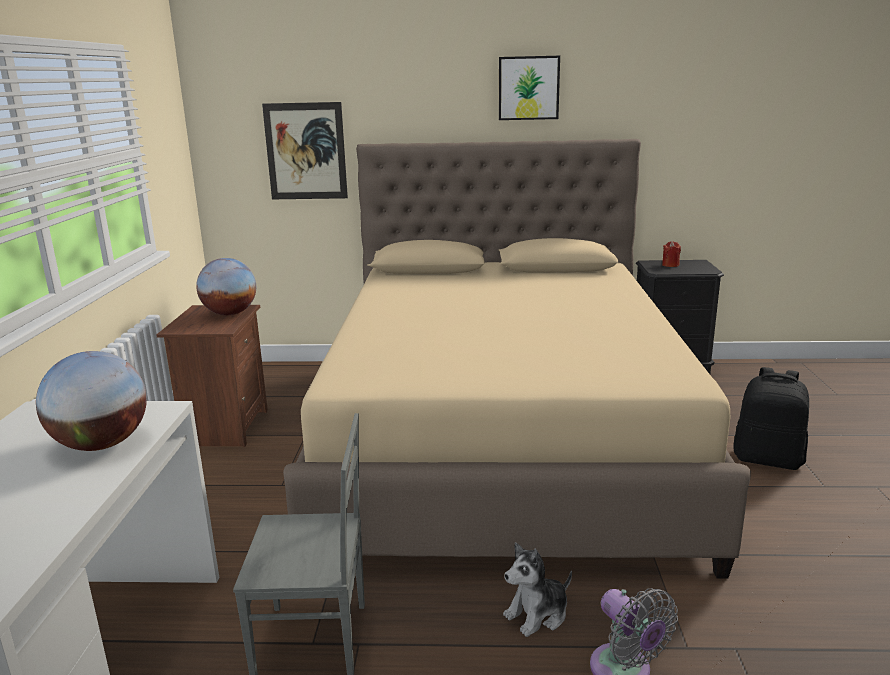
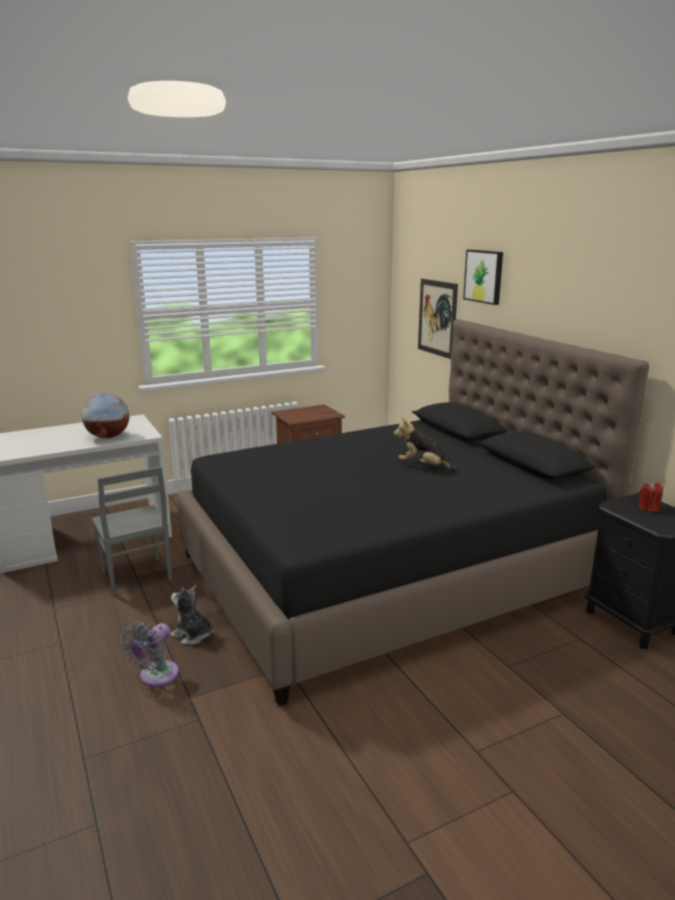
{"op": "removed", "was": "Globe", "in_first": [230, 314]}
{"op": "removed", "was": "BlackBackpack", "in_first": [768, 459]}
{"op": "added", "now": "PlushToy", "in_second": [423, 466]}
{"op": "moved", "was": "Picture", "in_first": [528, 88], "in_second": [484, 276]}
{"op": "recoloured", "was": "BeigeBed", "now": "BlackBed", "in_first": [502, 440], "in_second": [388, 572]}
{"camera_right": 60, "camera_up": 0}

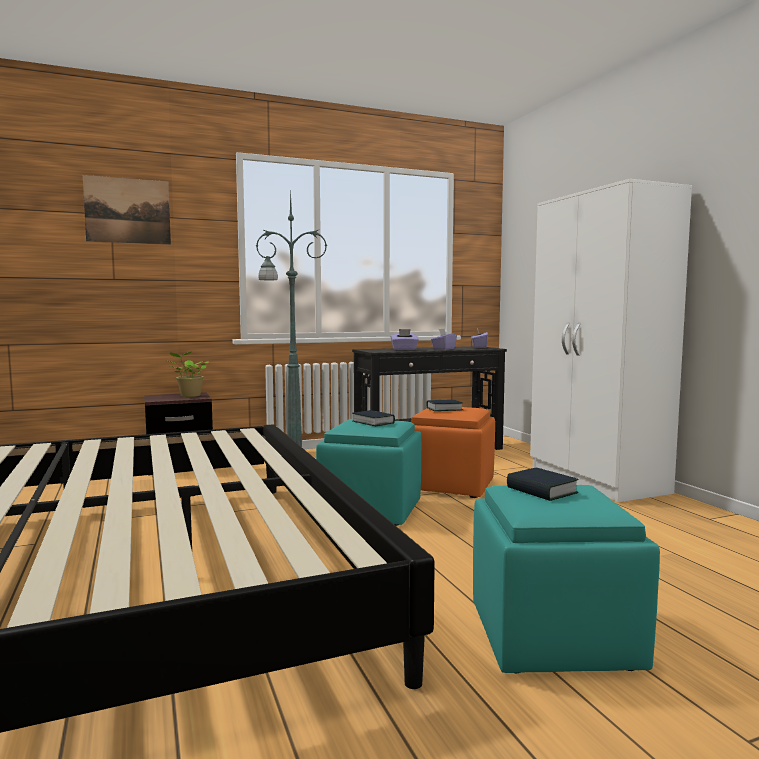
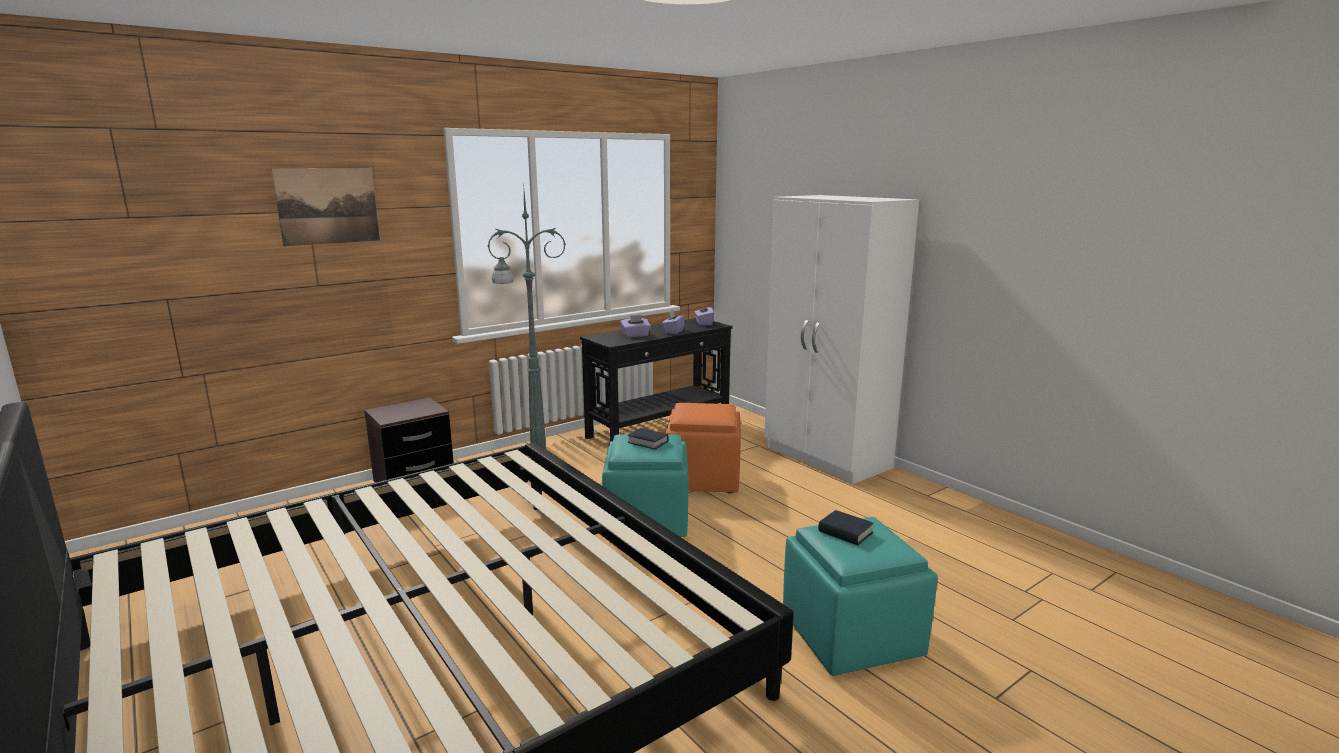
{"op": "removed", "was": "PottedPlant", "in_first": [189, 396]}
{"op": "removed", "was": "Book", "in_first": [444, 409]}
{"camera_right": -15, "camera_up": 10}

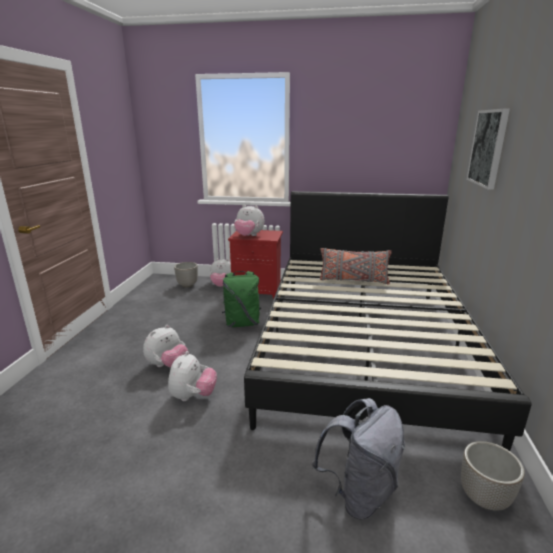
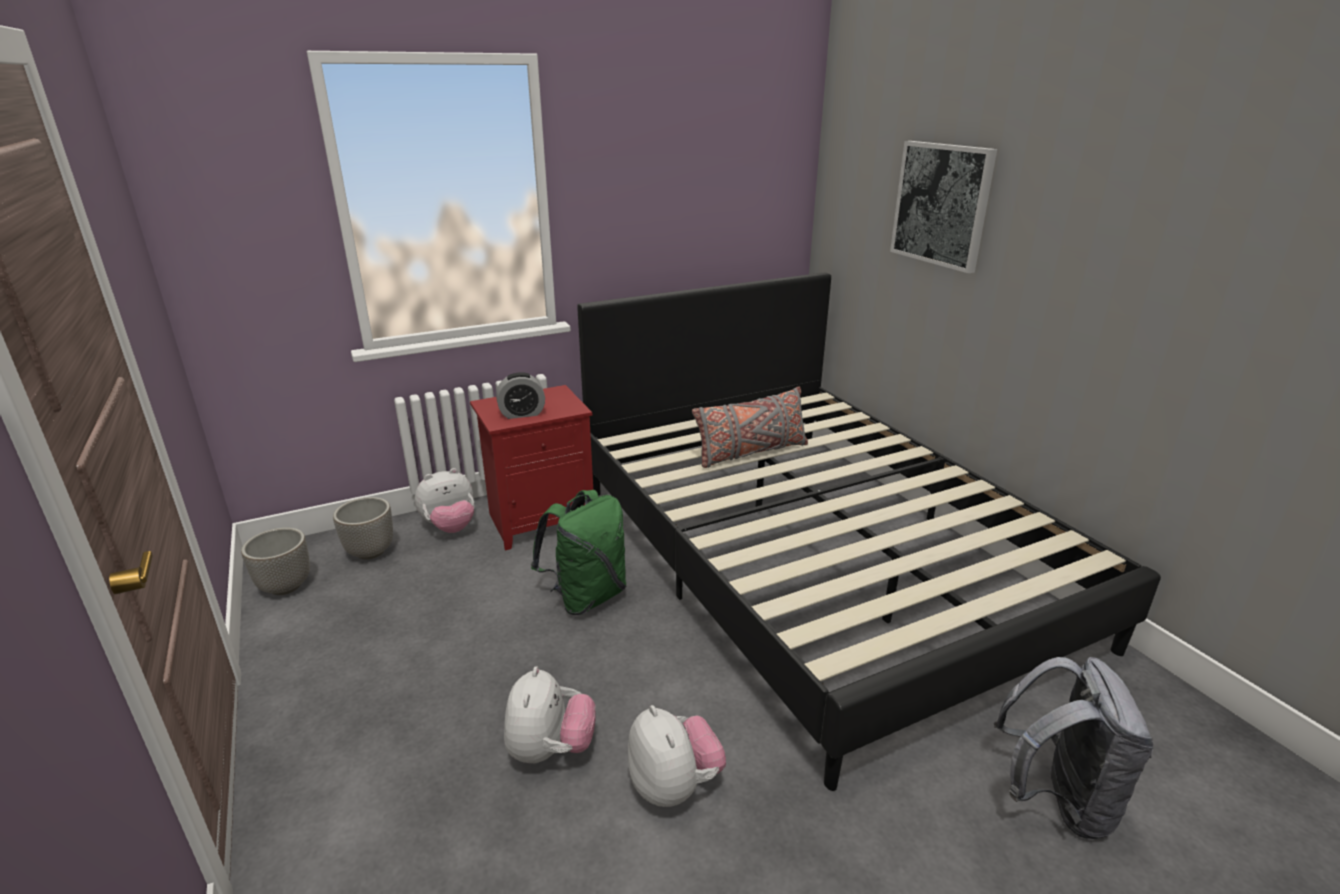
{"op": "moved", "was": "Planter", "in_first": [484, 498], "in_second": [285, 587]}
{"op": "replaced", "was": "PlushToy", "now": "AlarmClock", "in_first": [249, 236], "in_second": [522, 414]}
{"camera_right": -35, "camera_up": 5}

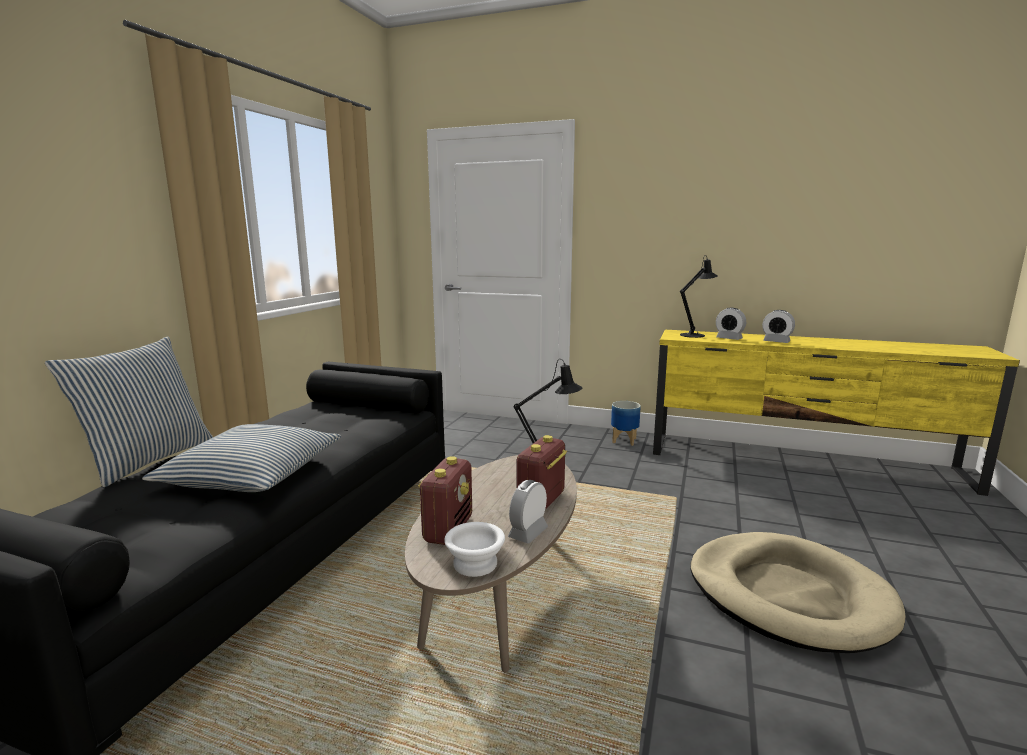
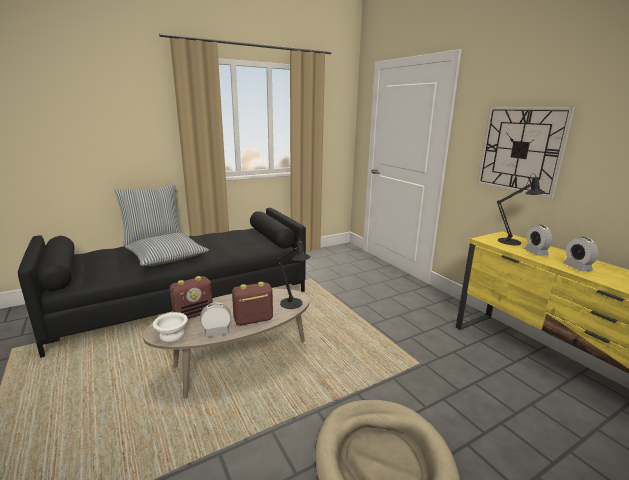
{"op": "removed", "was": "Planter", "in_first": [623, 440]}
{"op": "added", "now": "WallClock", "in_second": [520, 149]}
{"camera_right": 40, "camera_up": 5}

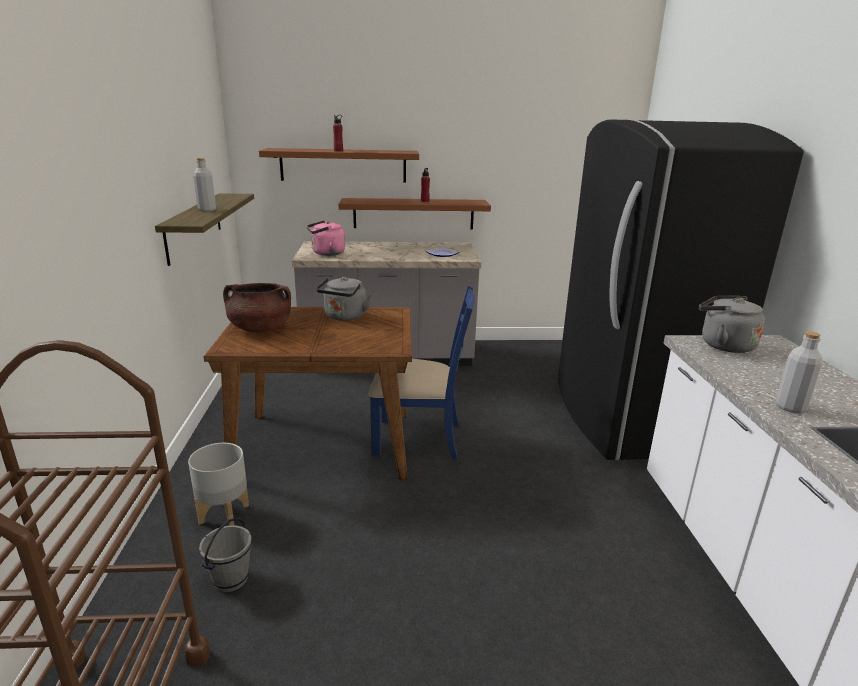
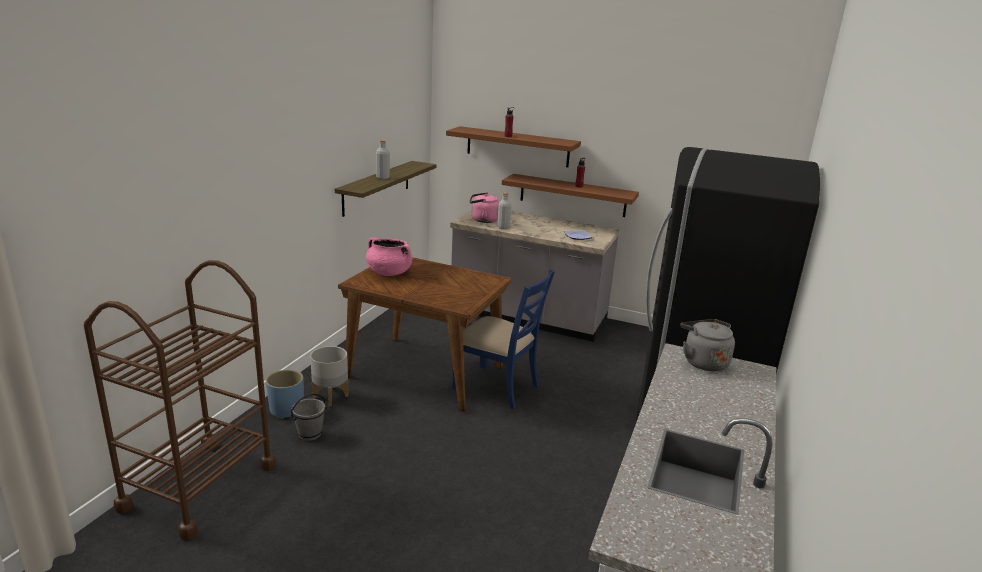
{"op": "removed", "was": "GreyKettle", "in_first": [344, 317]}
{"op": "added", "now": "BluePlanter", "in_second": [286, 410]}
{"op": "moved", "was": "GreyBottle", "in_first": [790, 407], "in_second": [503, 227]}
{"op": "recoloured", "was": "BrownCookingPot", "now": "PinkCookingPot", "in_first": [260, 329], "in_second": [388, 273]}
{"camera_right": 25, "camera_up": 0}

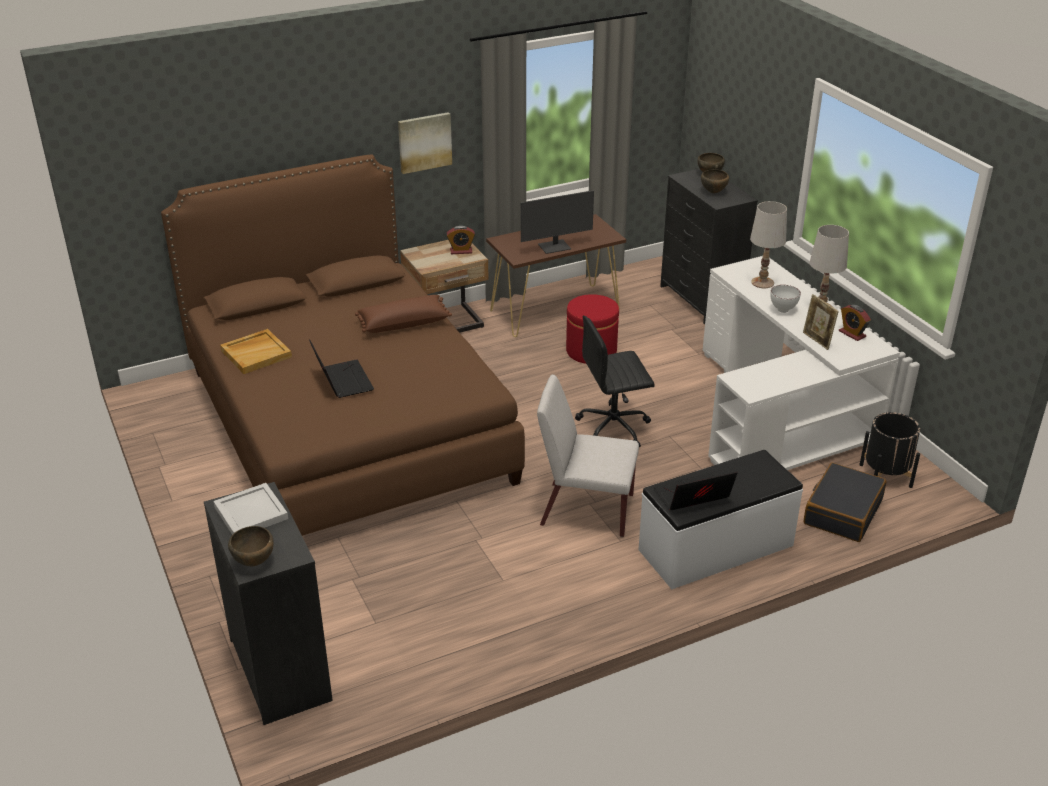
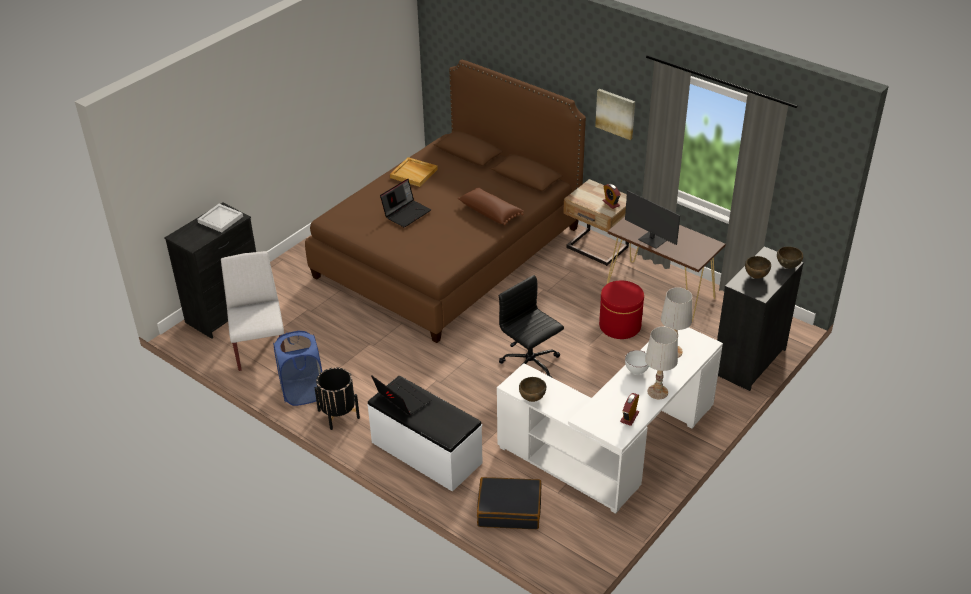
{"op": "removed", "was": "PictureFrame", "in_first": [817, 341]}
{"op": "added", "now": "BlueLaundryBasket", "in_second": [302, 392]}
{"op": "moved", "was": "BrownBowl", "in_first": [254, 562], "in_second": [532, 399]}
{"op": "moved", "was": "WhiteChair", "in_first": [585, 509], "in_second": [260, 347]}
{"op": "moved", "was": "BlackPlanter", "in_first": [885, 475], "in_second": [338, 414]}
{"camera_right": 65, "camera_up": 5}

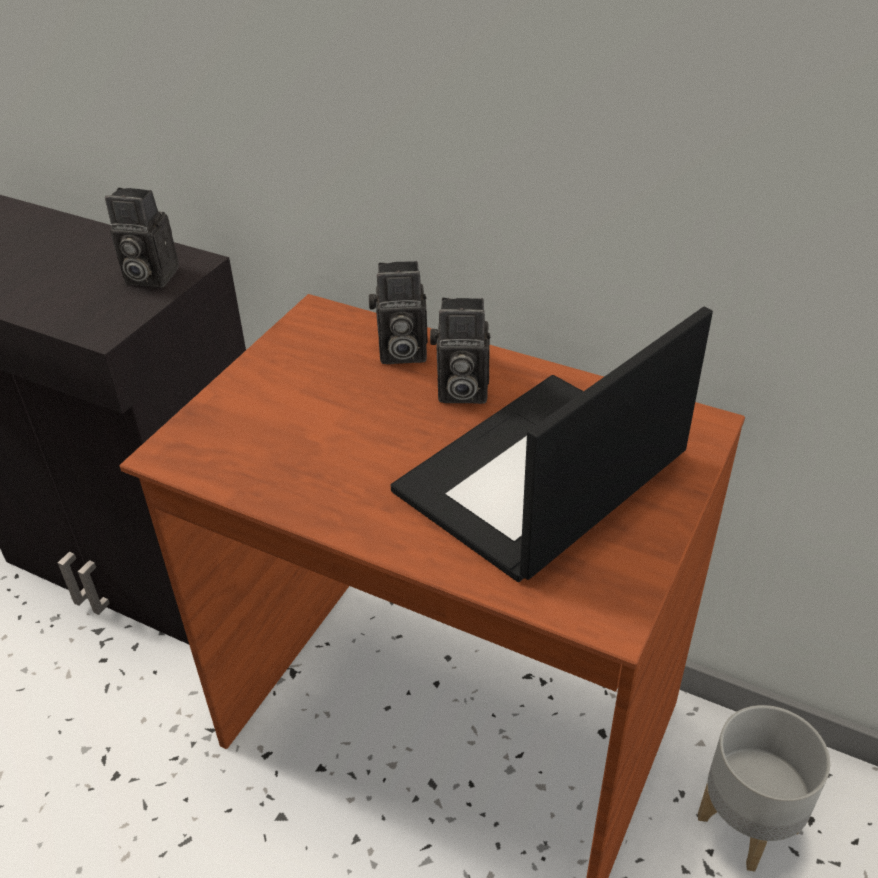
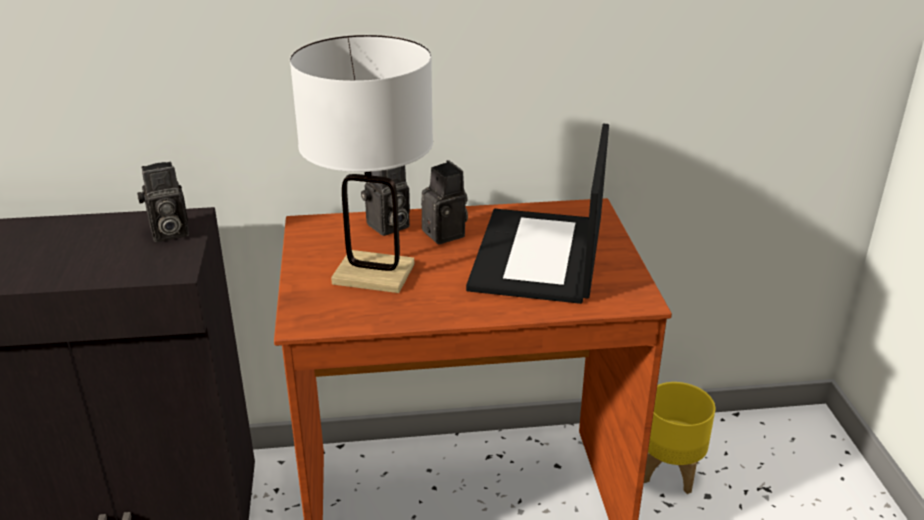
{"op": "added", "now": "WhiteTableLamp", "in_second": [374, 274]}
{"op": "recoloured", "was": "GreyPlanter", "now": "YellowPlanter", "in_first": [748, 822], "in_second": [669, 471]}
{"op": "turned", "was": "PhotoCamera", "in_first": [459, 391], "in_second": [447, 234], "clockwise": -90}
{"camera_right": -35, "camera_up": -10}

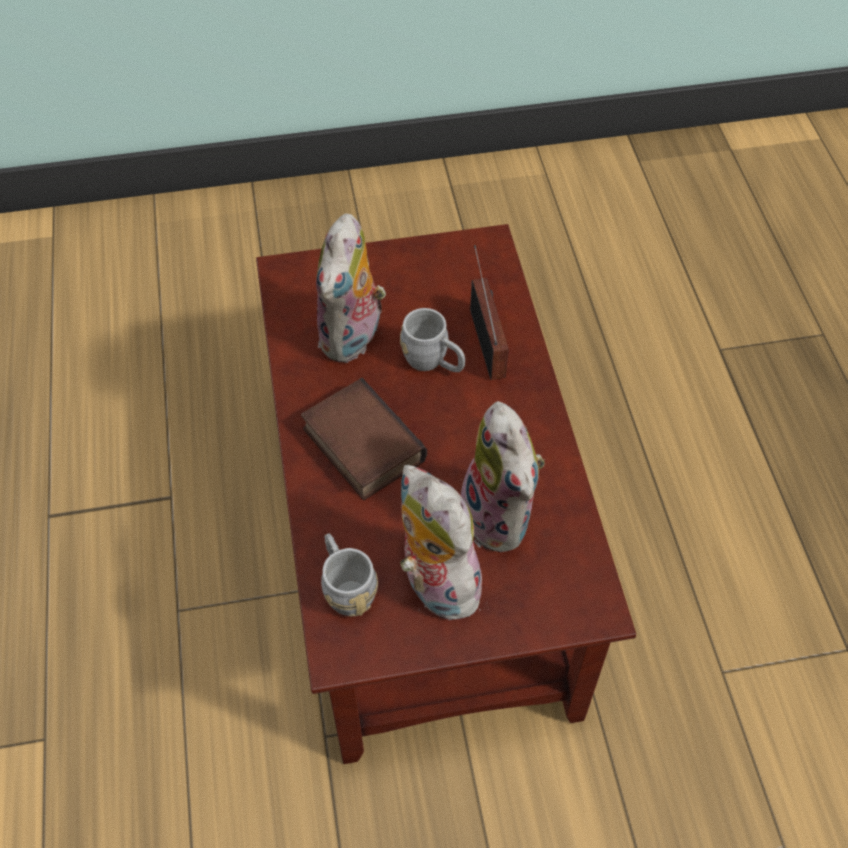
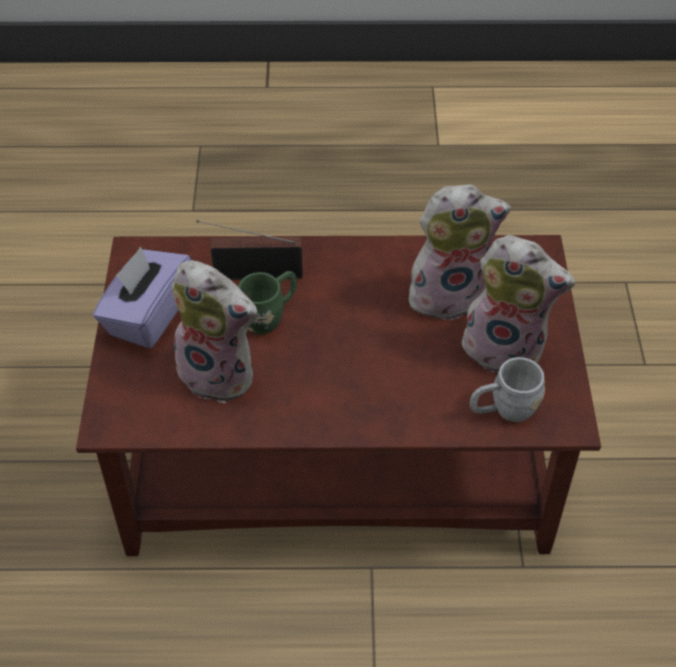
{"op": "removed", "was": "Book", "in_first": [360, 445]}
{"op": "added", "now": "PurpleTissueBox", "in_second": [148, 315]}
{"op": "recoloured", "was": "GreyMug", "now": "GreenMug", "in_first": [433, 362], "in_second": [270, 315]}
{"op": "turned", "was": "PlushToy", "in_first": [434, 583], "in_second": [505, 347], "clockwise": -135}
{"camera_right": -80, "camera_up": -5}

